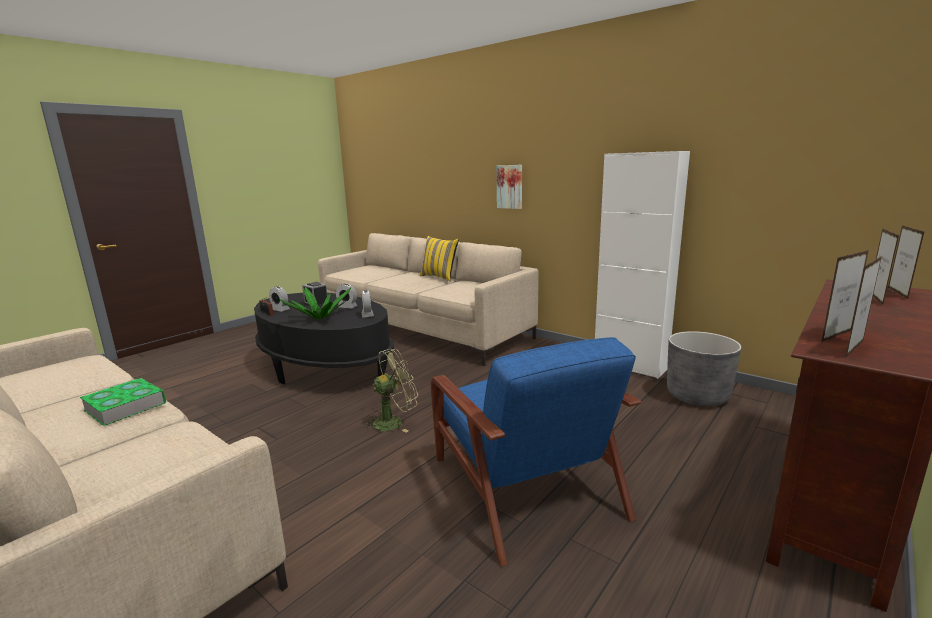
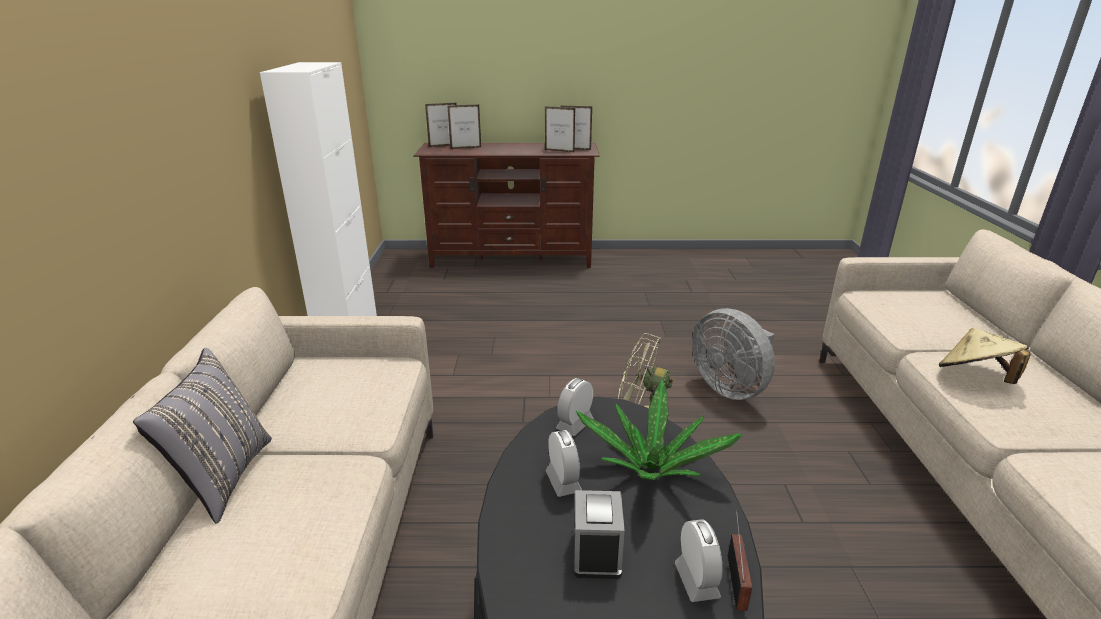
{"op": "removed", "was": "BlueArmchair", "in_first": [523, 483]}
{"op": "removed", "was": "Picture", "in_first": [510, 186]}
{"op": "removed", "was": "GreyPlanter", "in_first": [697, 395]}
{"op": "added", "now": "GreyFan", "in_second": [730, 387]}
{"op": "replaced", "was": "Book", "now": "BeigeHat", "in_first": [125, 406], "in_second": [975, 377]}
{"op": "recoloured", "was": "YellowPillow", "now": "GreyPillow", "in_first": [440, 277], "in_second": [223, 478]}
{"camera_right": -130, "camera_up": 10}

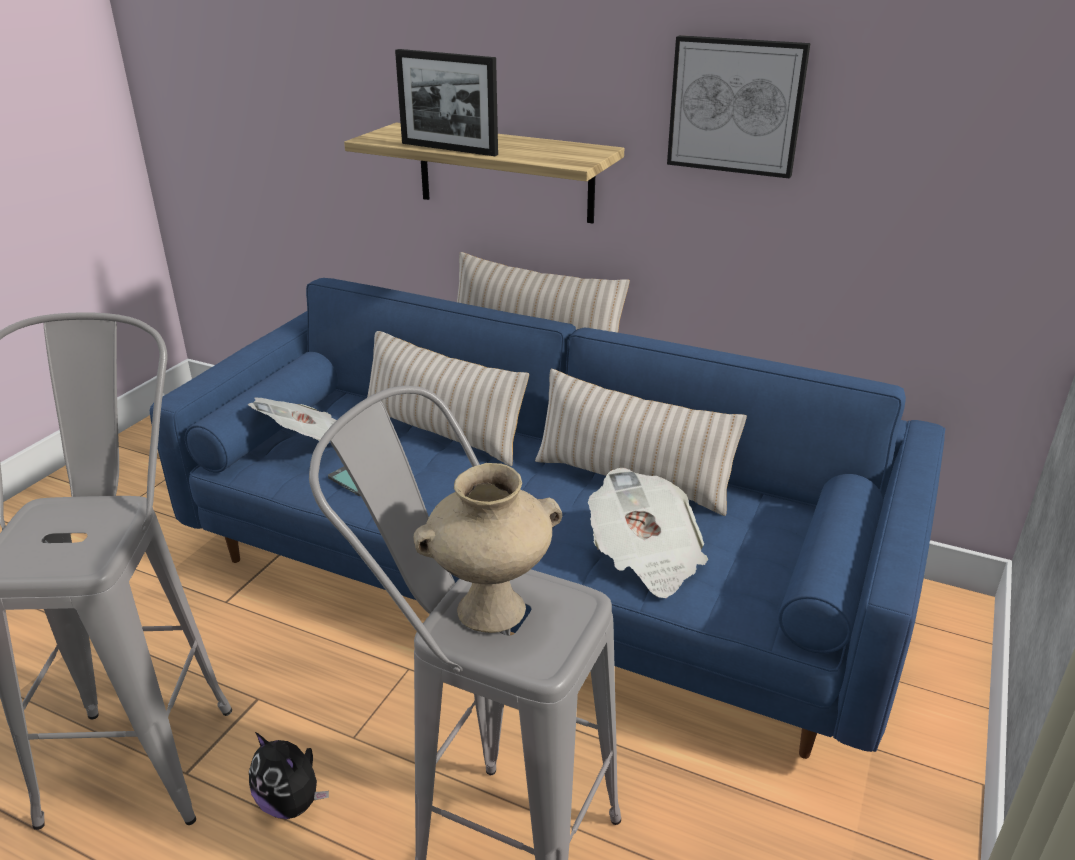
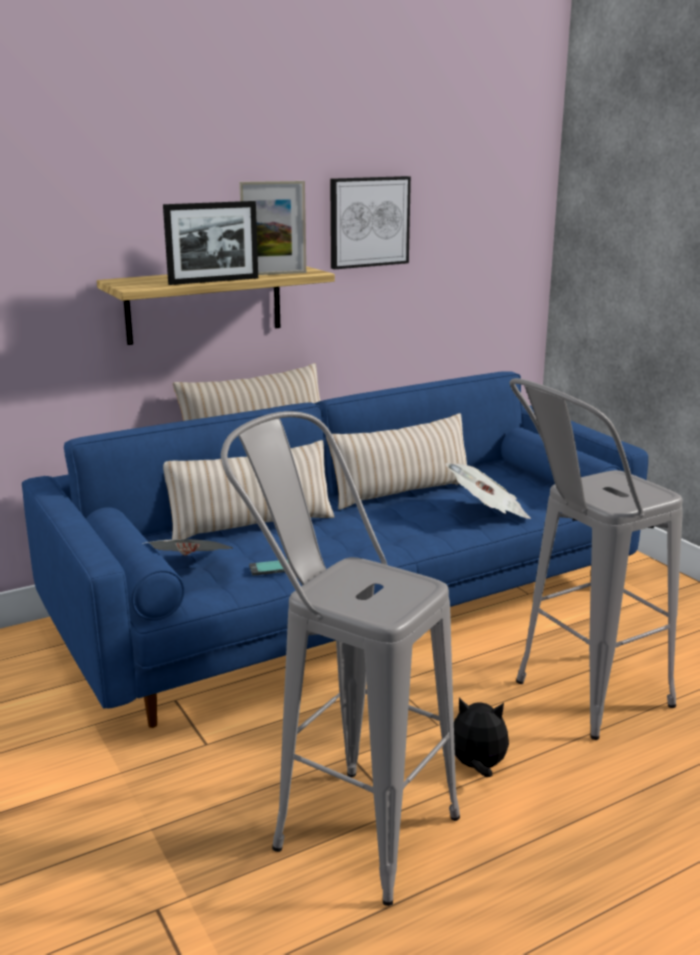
{"op": "removed", "was": "BeigeVase", "in_first": [490, 611]}
{"op": "added", "now": "PictureFrame", "in_second": [274, 274]}
{"op": "turned", "was": "PlushToy", "in_first": [292, 802], "in_second": [476, 767], "clockwise": -150}
{"camera_right": -55, "camera_up": -10}

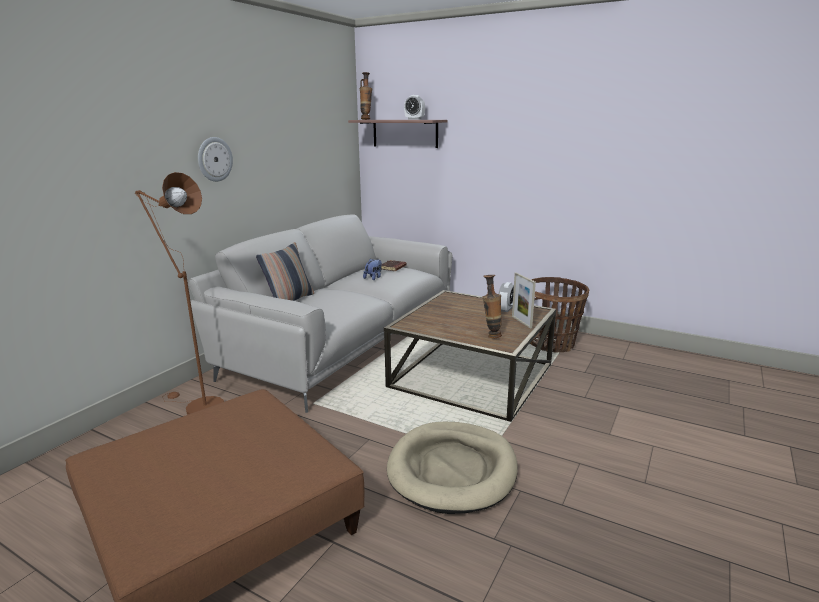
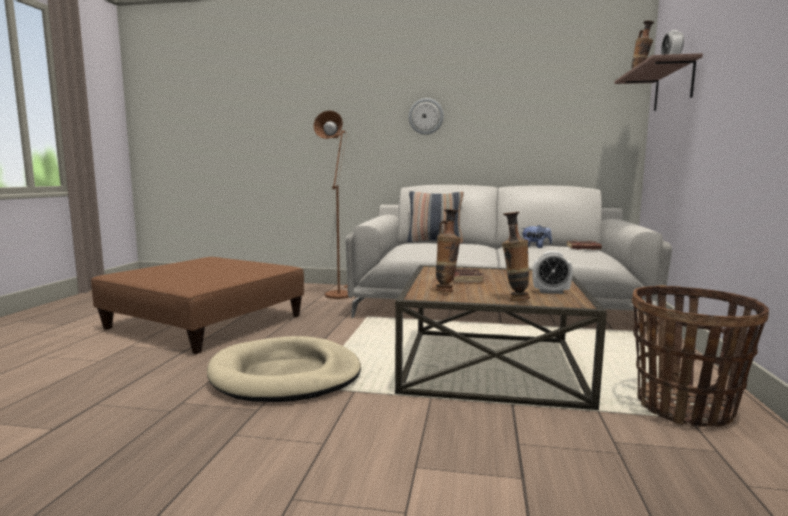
{"op": "added", "now": "BrownBook", "in_second": [464, 279]}
{"op": "replaced", "was": "PictureFrame", "now": "Vase", "in_first": [521, 322], "in_second": [514, 299]}
{"camera_right": 70, "camera_up": -10}

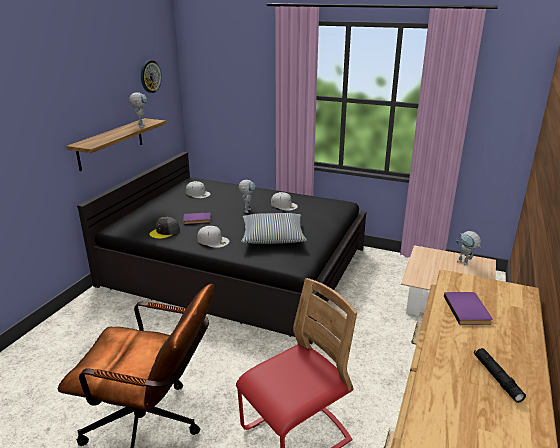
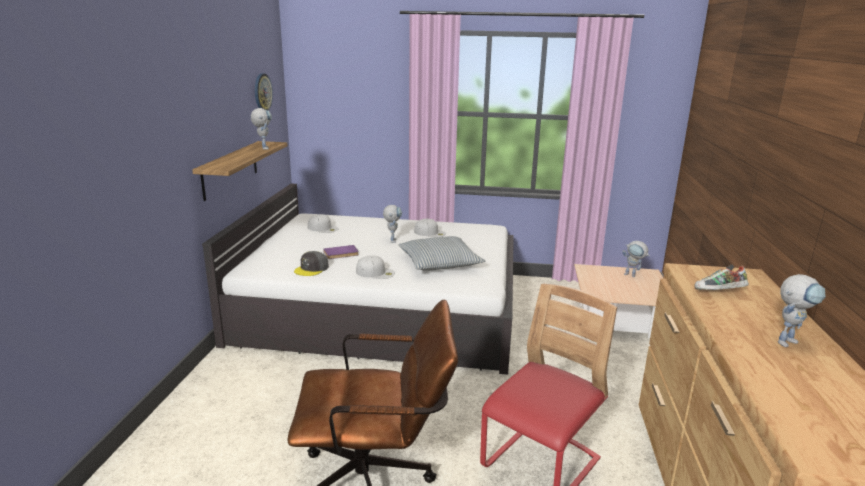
{"op": "replaced", "was": "PurpleBook", "now": "Shoe", "in_first": [468, 310], "in_second": [719, 292]}
{"op": "replaced", "was": "BlackFlashlight", "now": "ToyRobot", "in_first": [497, 378], "in_second": [788, 340]}
{"op": "recoloured", "was": "BlackBed", "now": "WhiteBed", "in_first": [236, 266], "in_second": [381, 308]}
{"camera_right": -15, "camera_up": -5}

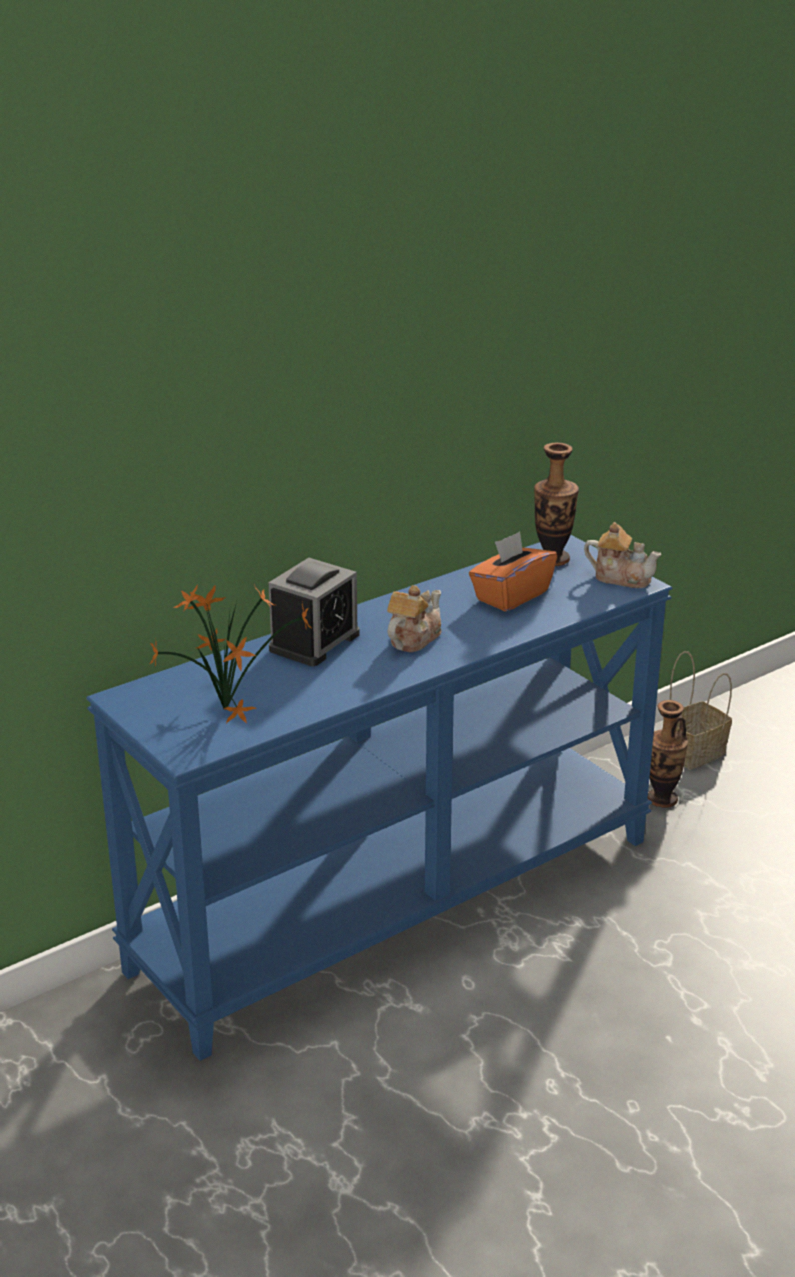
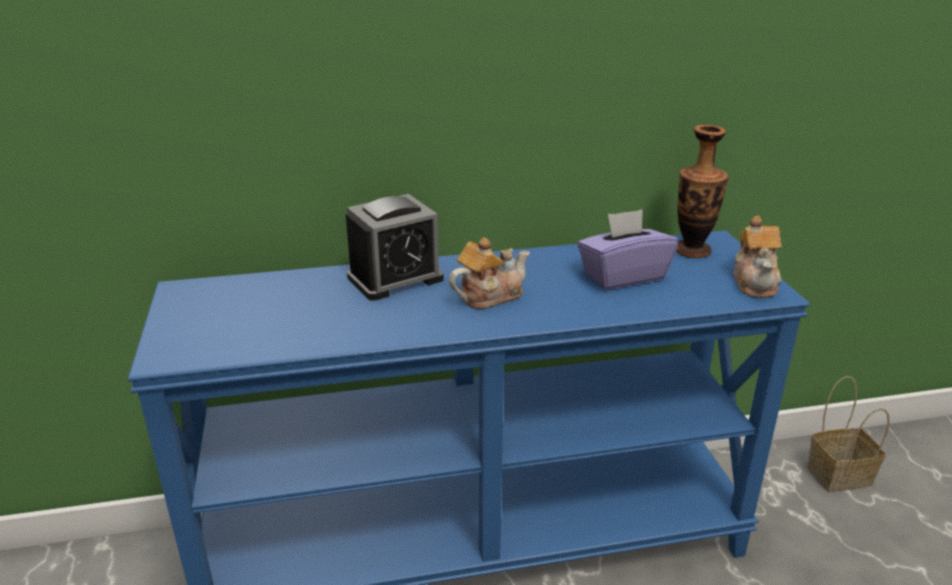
{"op": "removed", "was": "PottedPlant", "in_first": [226, 709]}
{"op": "removed", "was": "Vase", "in_first": [662, 799]}
{"op": "recoloured", "was": "OrangeTissueBox", "now": "PurpleTissueBox", "in_first": [511, 595], "in_second": [623, 276]}
{"op": "turned", "was": "Teapot", "in_first": [621, 577], "in_second": [755, 282], "clockwise": 45}
{"camera_right": 25, "camera_up": 0}

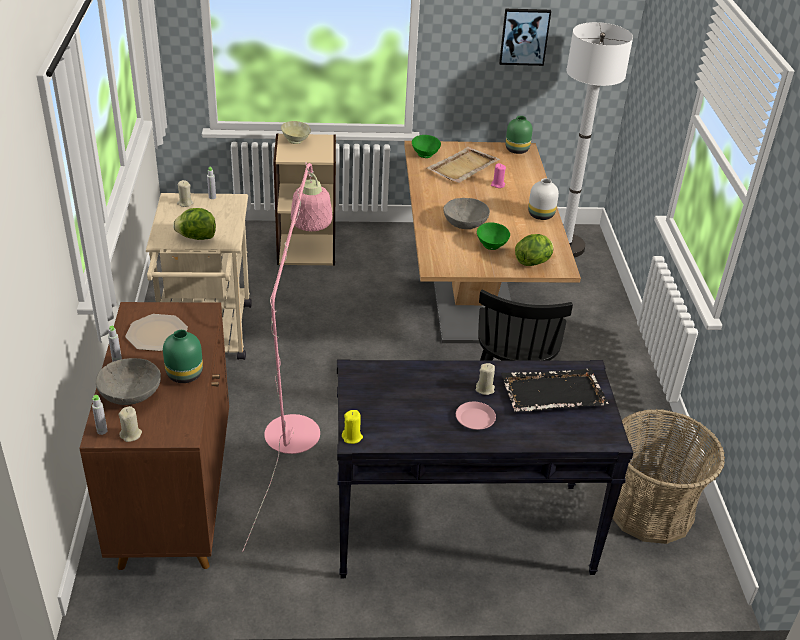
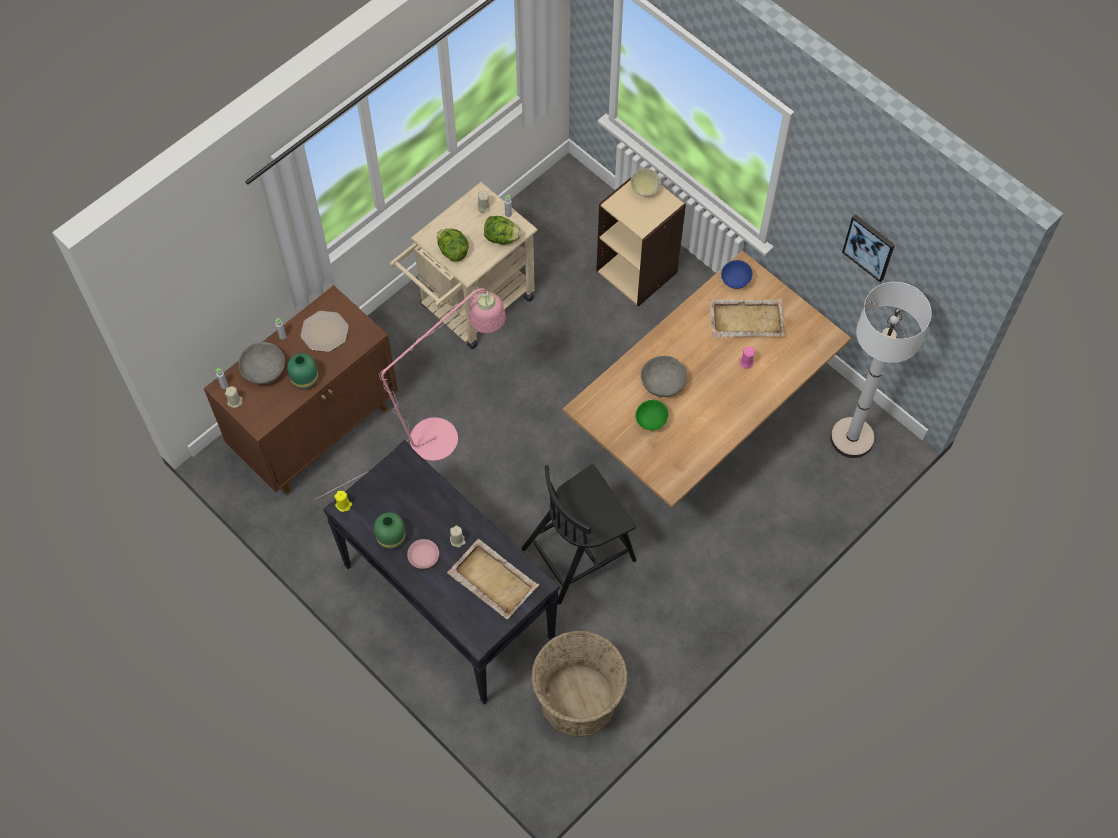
{"op": "removed", "was": "WhiteVase", "in_first": [541, 215]}
{"op": "moved", "was": "GreenVase", "in_first": [517, 149], "in_second": [392, 537]}
{"op": "moved", "was": "Lettuce", "in_first": [533, 262], "in_second": [501, 238]}
{"op": "recoloured", "was": "GreenBowl", "now": "BlueBowl", "in_first": [425, 155], "in_second": [735, 281]}
{"op": "recoloured", "was": "BlackTray", "now": "BeigeTray", "in_first": [552, 393], "in_second": [492, 579]}
{"camera_right": 50, "camera_up": 25}

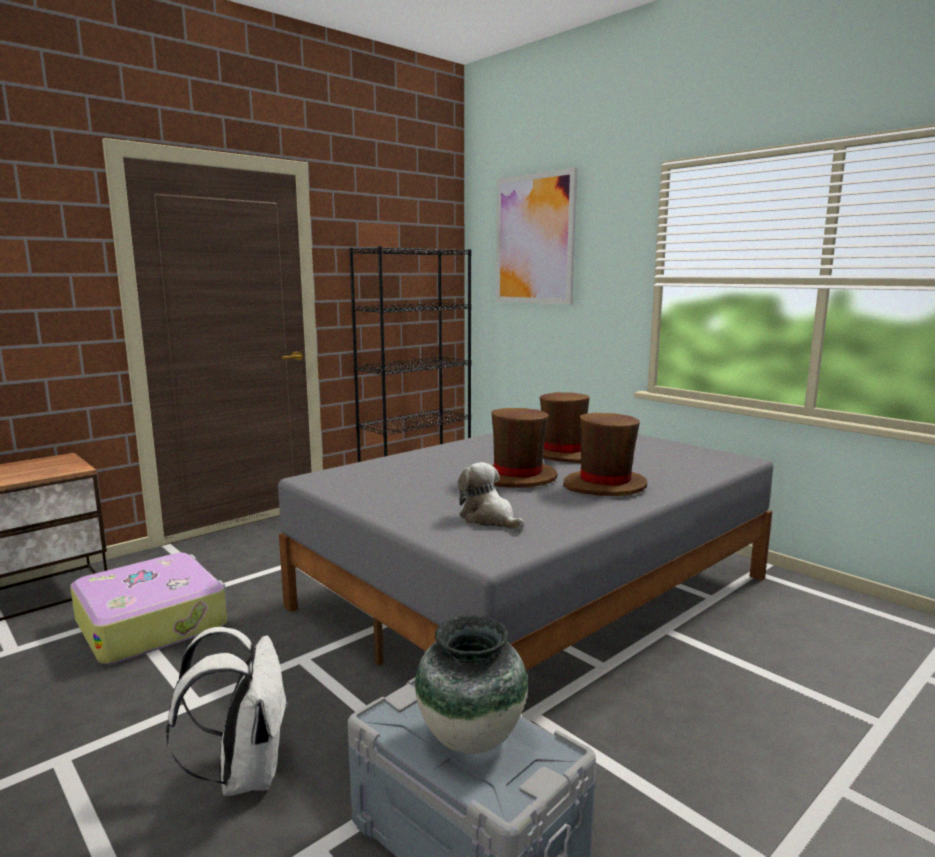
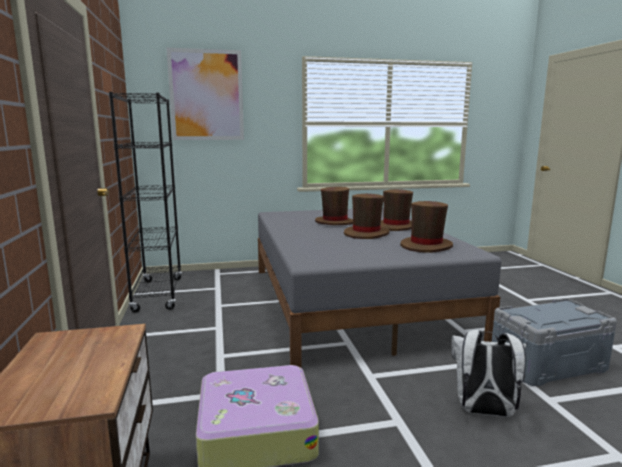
{"op": "removed", "was": "Vase", "in_first": [472, 738]}
{"op": "replaced", "was": "PlushToy", "now": "BrownHat", "in_first": [489, 519], "in_second": [426, 246]}
{"camera_right": -60, "camera_up": 0}

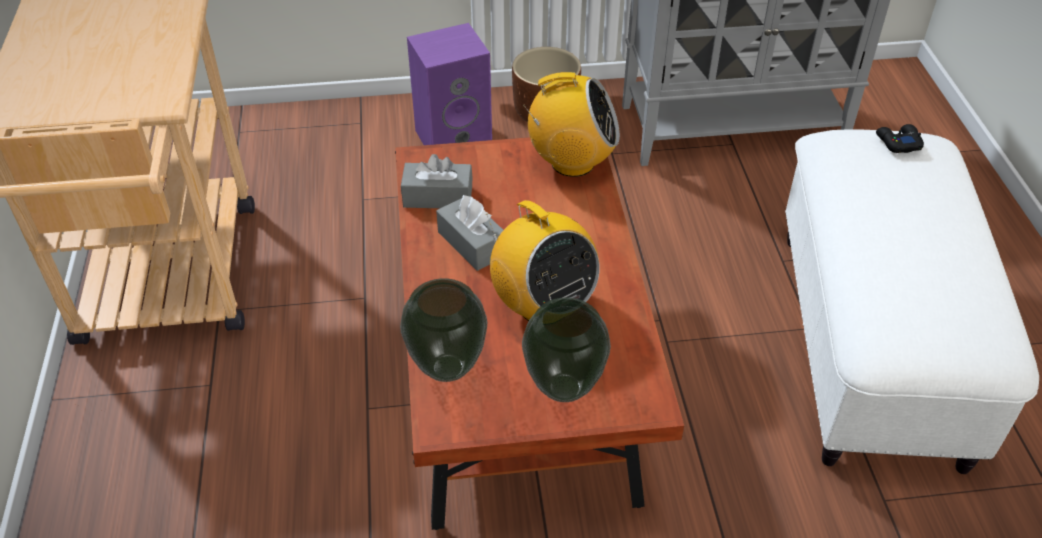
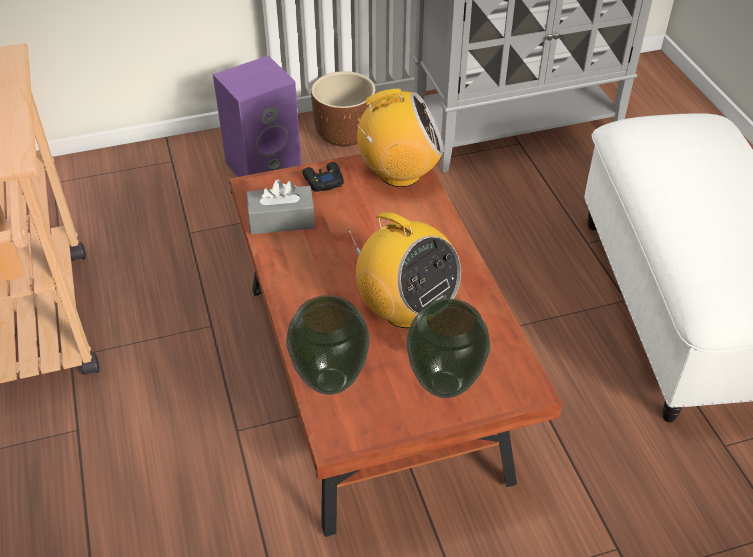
{"op": "removed", "was": "GreyTissueBox", "in_first": [472, 243]}
{"op": "moved", "was": "BlackGameController", "in_first": [898, 142], "in_second": [323, 181]}
{"camera_right": -10, "camera_up": 0}

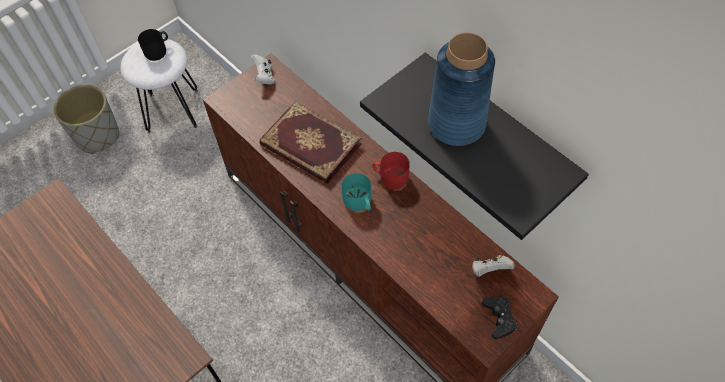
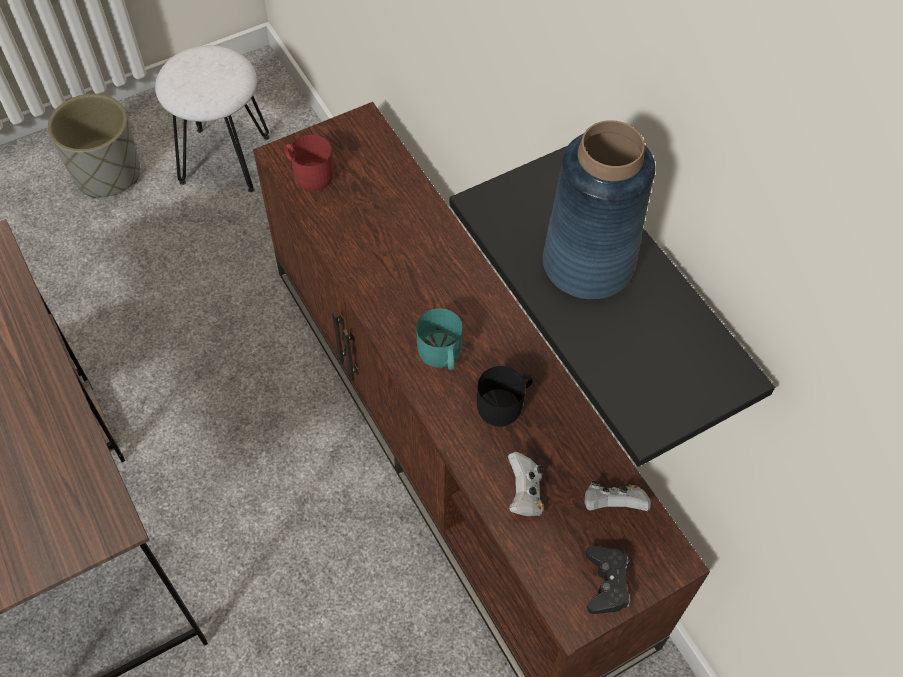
{"op": "removed", "was": "Book", "in_first": [310, 146]}
{"op": "moved", "was": "BlackMug", "in_first": [158, 51], "in_second": [505, 405]}
{"op": "moved", "was": "WhiteGameController", "in_first": [264, 76], "in_second": [524, 494]}
{"op": "moved", "was": "RedMug", "in_first": [390, 177], "in_second": [309, 173]}
{"camera_right": 10, "camera_up": 0}

